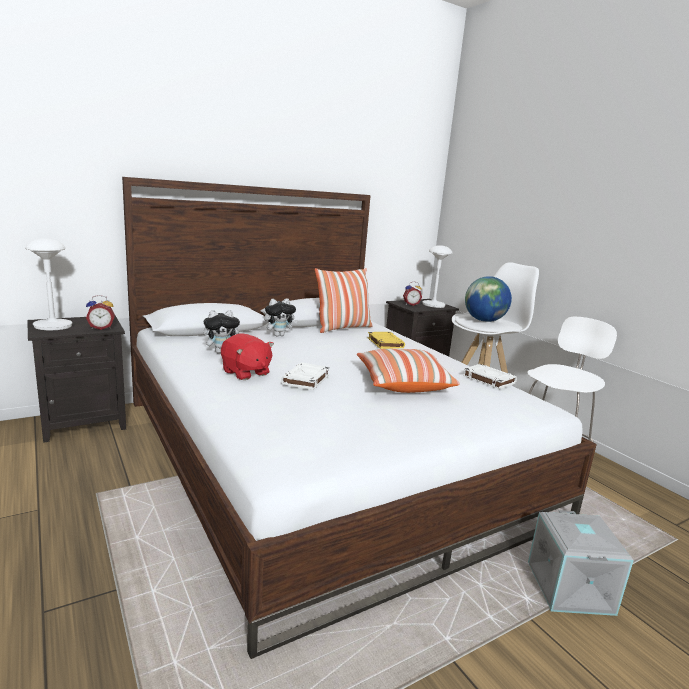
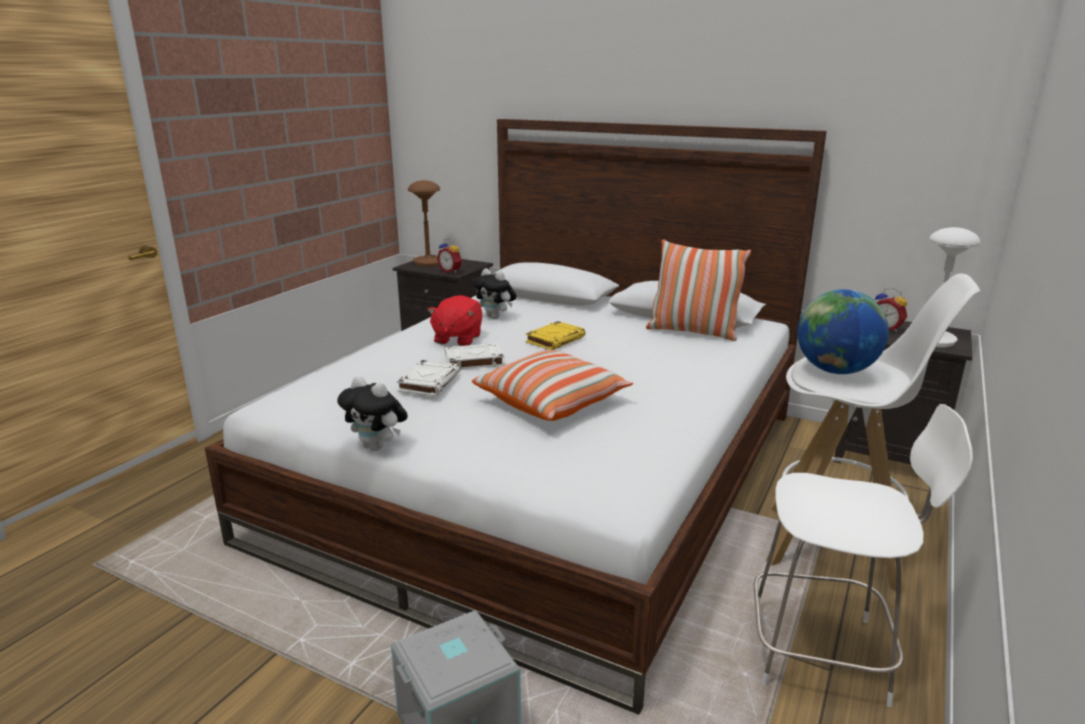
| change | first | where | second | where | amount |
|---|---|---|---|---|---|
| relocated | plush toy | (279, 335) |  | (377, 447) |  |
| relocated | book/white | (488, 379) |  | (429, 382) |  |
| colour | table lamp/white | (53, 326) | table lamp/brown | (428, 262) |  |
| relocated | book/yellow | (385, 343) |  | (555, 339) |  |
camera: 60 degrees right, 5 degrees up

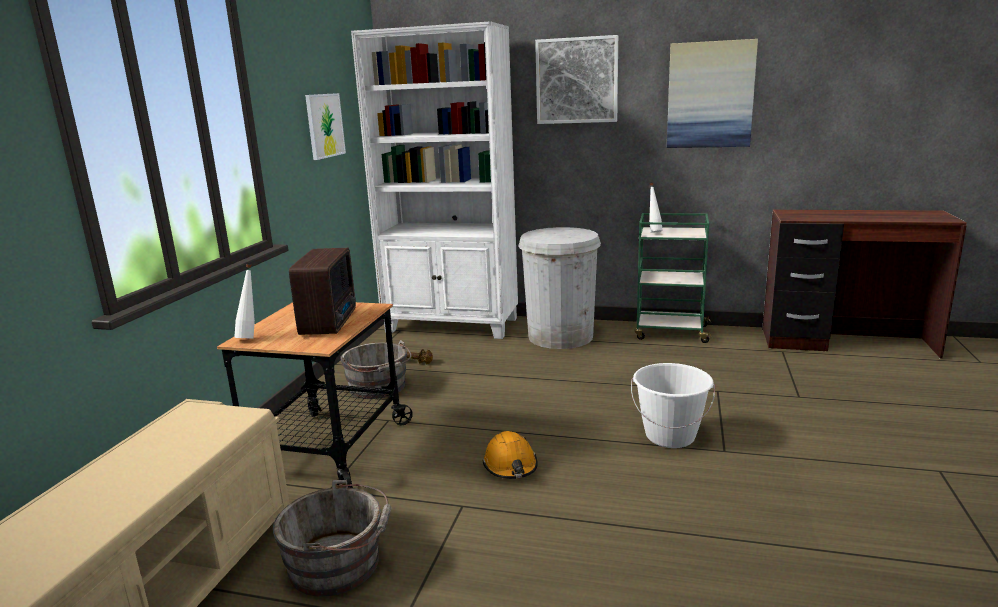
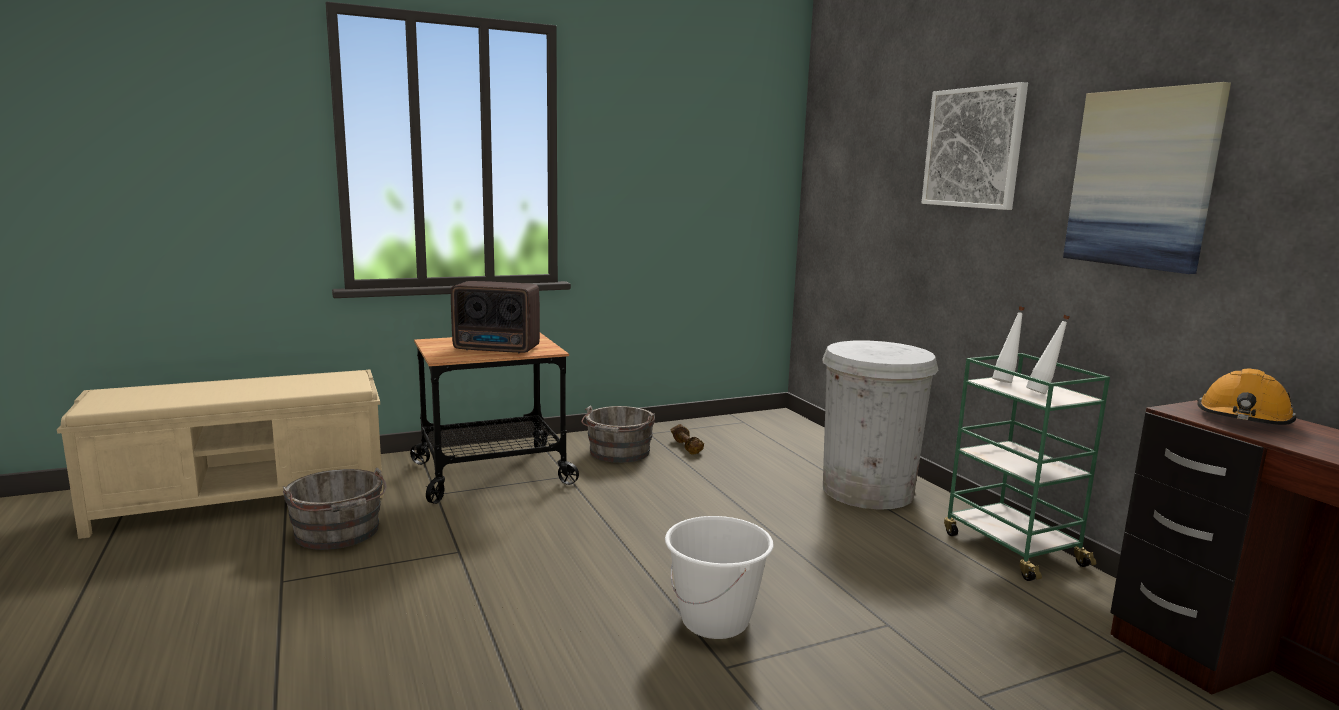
| change | first | where | second | where | amount |
|---|---|---|---|---|---|
| spun | radio | (331, 322) |  | (498, 349) | 45 degrees clockwise |
| relocated | bottle/white | (250, 337) |  | (1043, 393) |  |
| relocated | hard hat/orange | (510, 466) |  | (1243, 419) |  |
| missing | picture | (324, 125) |  |  |  |
| missing | bookcase/white | (452, 325) |  |  |  |
camera: 50 degrees right, 5 degrees down

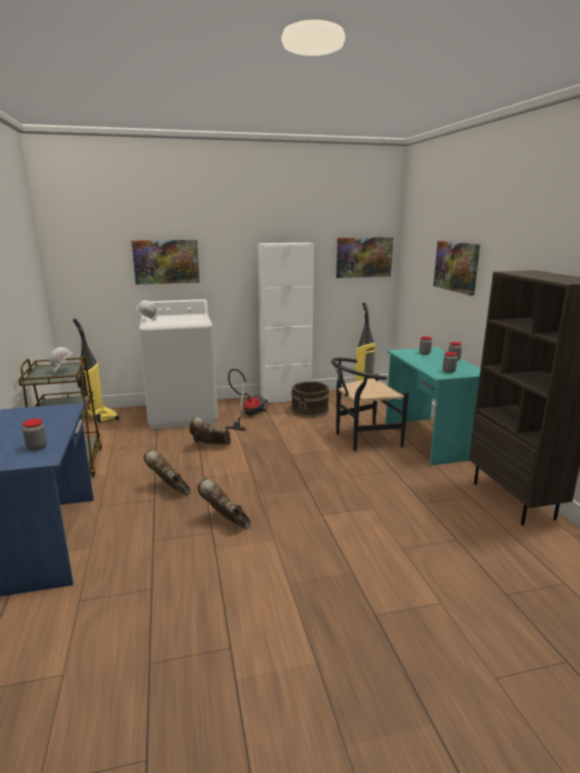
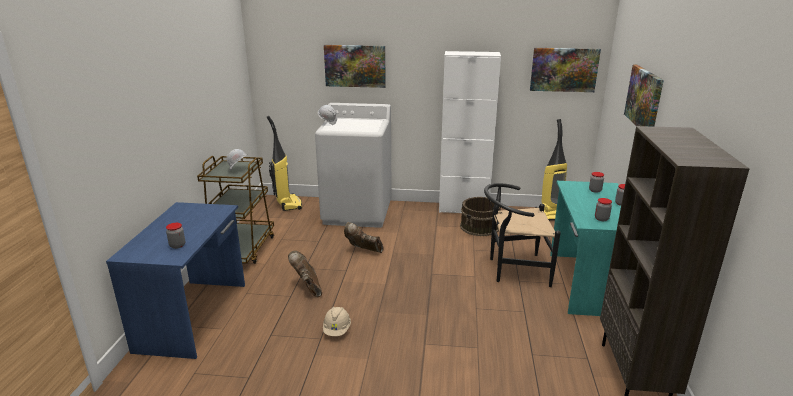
| change | first | where | second | where | amount |
|---|---|---|---|---|---|
| exchanged | boot/brown | (225, 521) | hard hat/beige | (337, 330) |  |
| missing | vacuum cleaner | (248, 415) |  |  |  |
camera: 20 degrees right, 5 degrees up

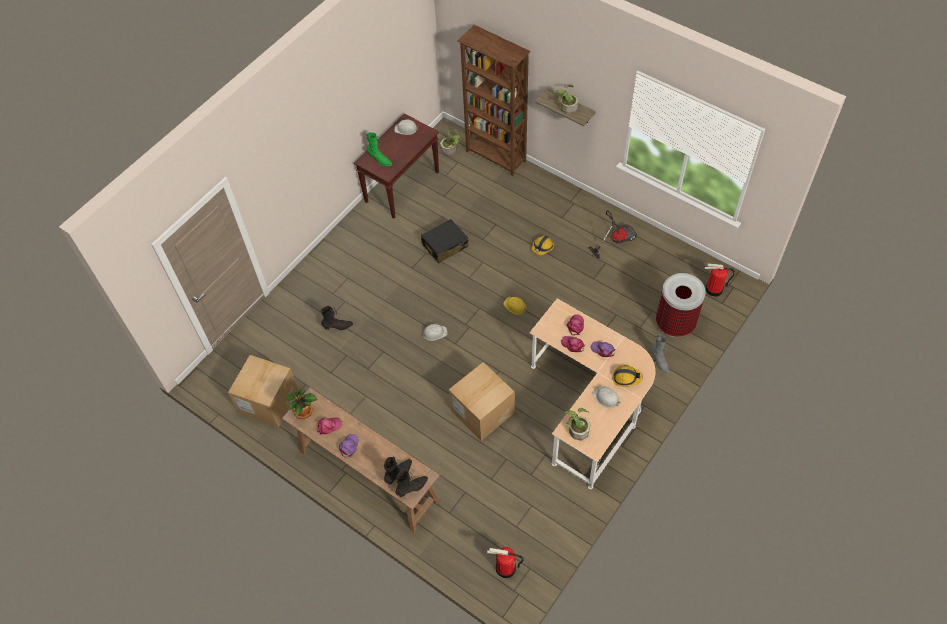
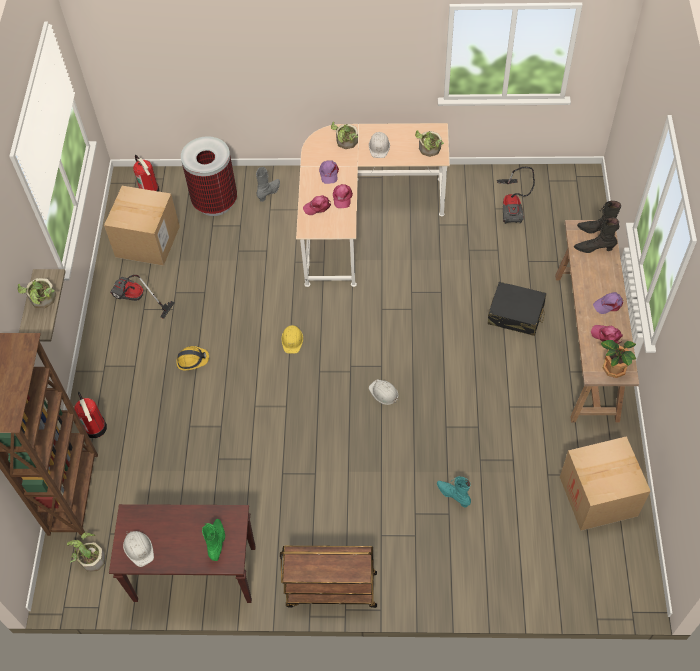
| change | first | where | second | where | amount |
|---|---|---|---|---|---|
| relocated | fire extinguisher | (505, 568) |  | (95, 428) |  |
| relocated | cardboard box | (482, 411) |  | (147, 241) |  |
| appeared |  |  | cart/brown | (330, 590) |  |
| exchanged | hard hat | (626, 378) | potted plant | (345, 143) |  |
| colour | boot/black | (338, 327) | boot/turquoise | (453, 495) |  |
| relocated | suitcase/black | (444, 245) |  | (516, 314) |  |
| appeared |  |  | vacuum cleaner | (512, 206) |  |
camera: 125 degrees left, 0 degrees up

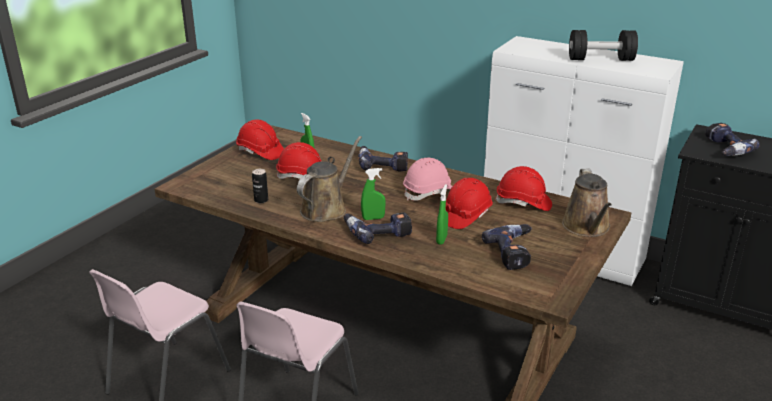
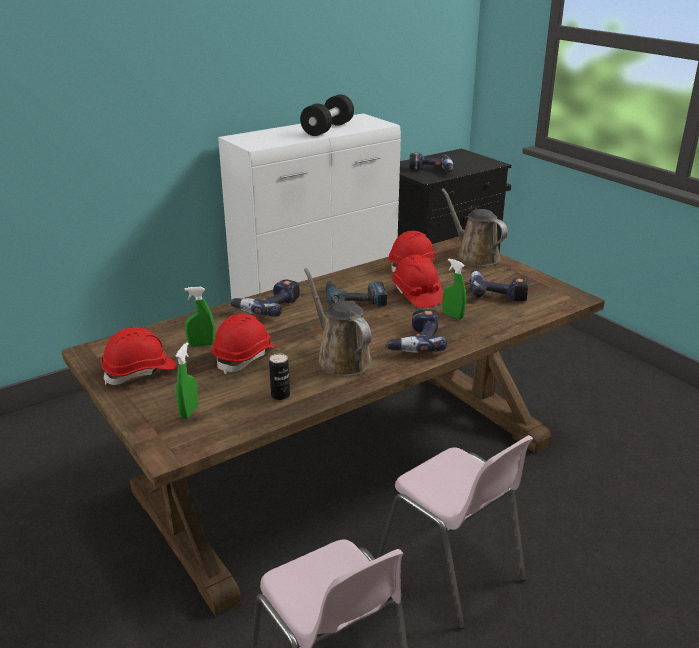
| change | first | where | second | where | amount |
|---|---|---|---|---|---|
| relocated | spray bottle/green | (373, 218) |  | (189, 412) |  |
| exchanged | hard hat/pink | (429, 192) | power drill | (354, 299) |  |
| spun | watering can/brown | (587, 228) |  | (474, 256) | 150 degrees counterclockwise |
camera: 65 degrees left, 0 degrees up

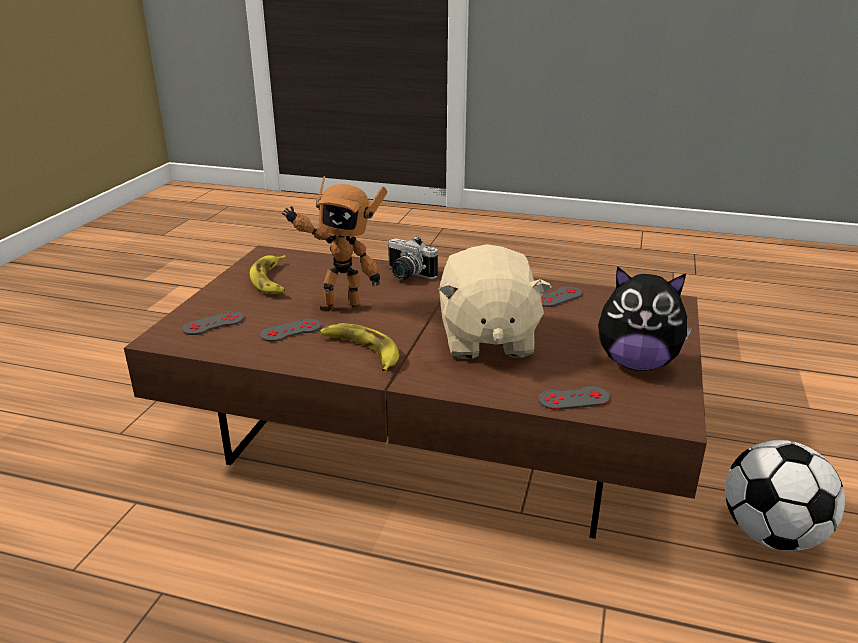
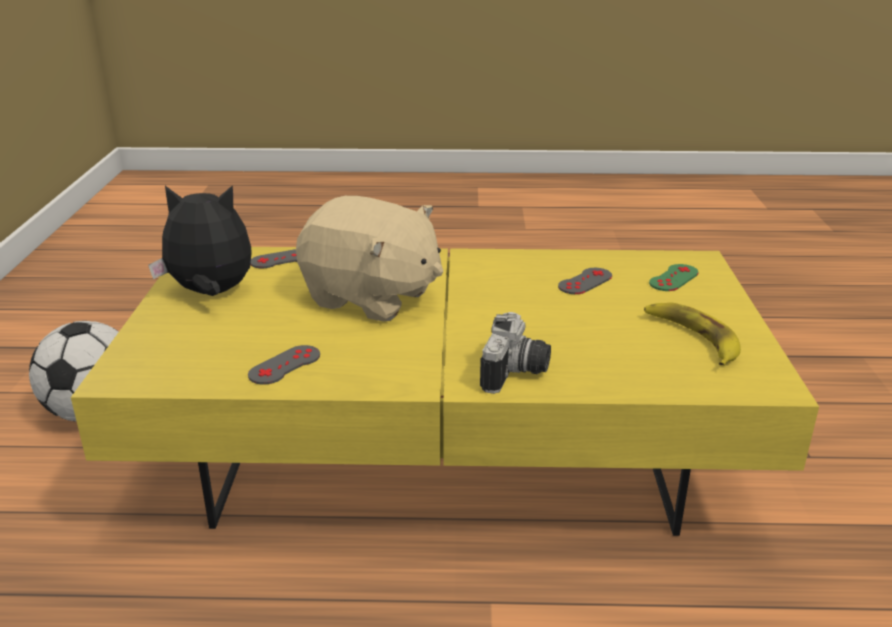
| change | first | where | second | where | amount |
|---|---|---|---|---|---|
| colour | coffee table/brown | (430, 435) | coffee table/yellow | (444, 453) |  |
| spun | plush toy/beige | (486, 339) |  | (371, 298) | 135 degrees clockwise |
| spun | photo camera | (406, 275) |  | (517, 373) | 90 degrees clockwise |
| colour | game controller/grey | (213, 324) | game controller/green | (673, 278) |  |
| missing | toy robot | (339, 304) |  |  |  |
| missing | banana | (361, 351) |  |  |  |
camera: 165 degrees right, 0 degrees up

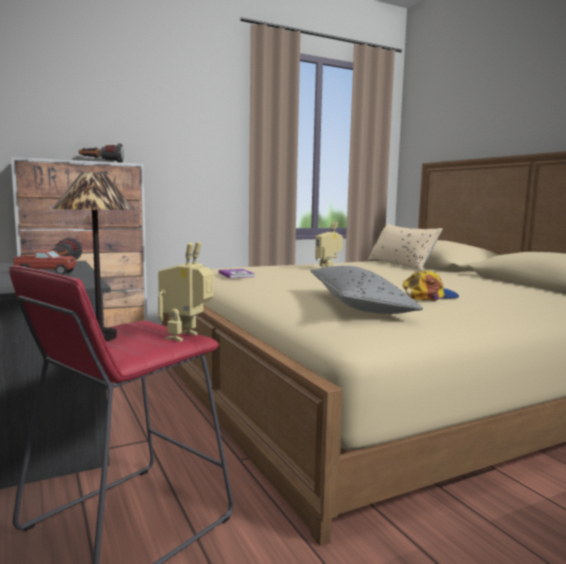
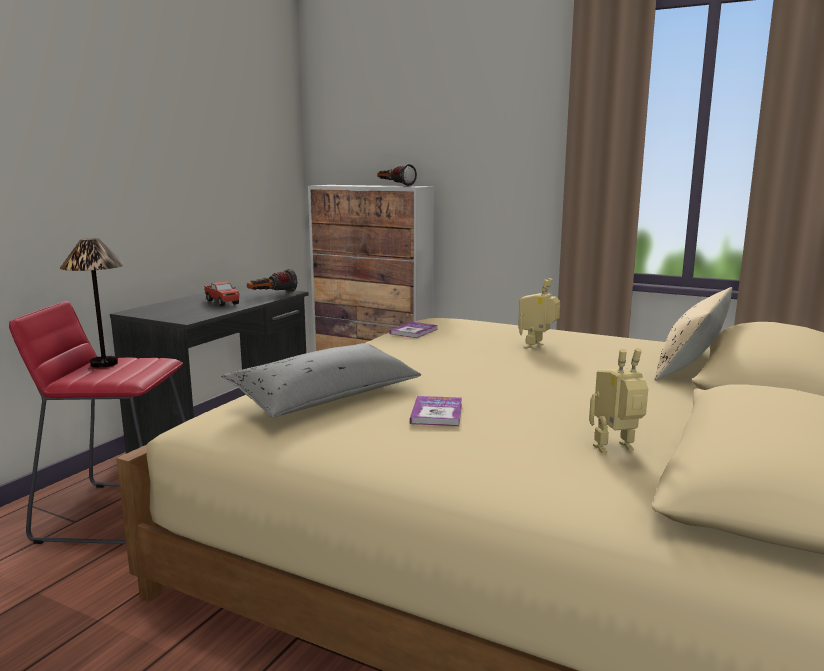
| change | first | where | second | where | amount |
|---|---|---|---|---|---|
| exchanged | cap | (429, 296) | book | (437, 413) |  |
| relocated | toy robot | (186, 337) |  | (616, 450) |  |
camera: 55 degrees right, 5 degrees up

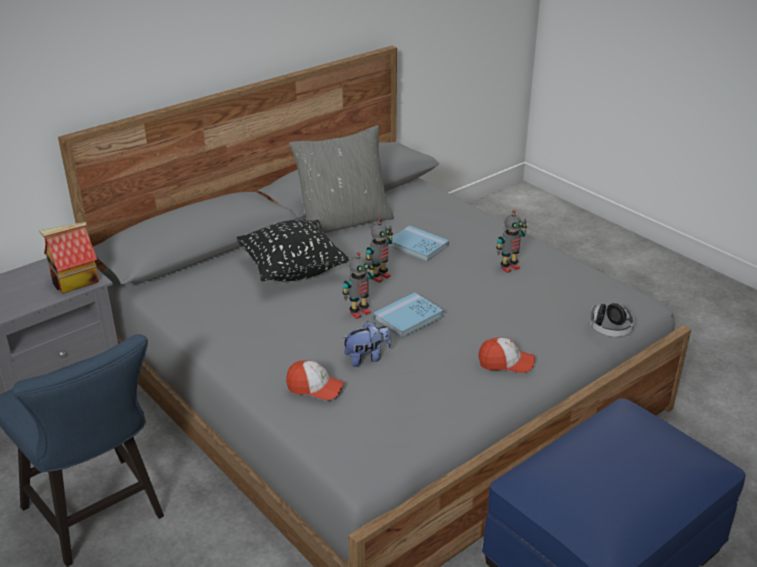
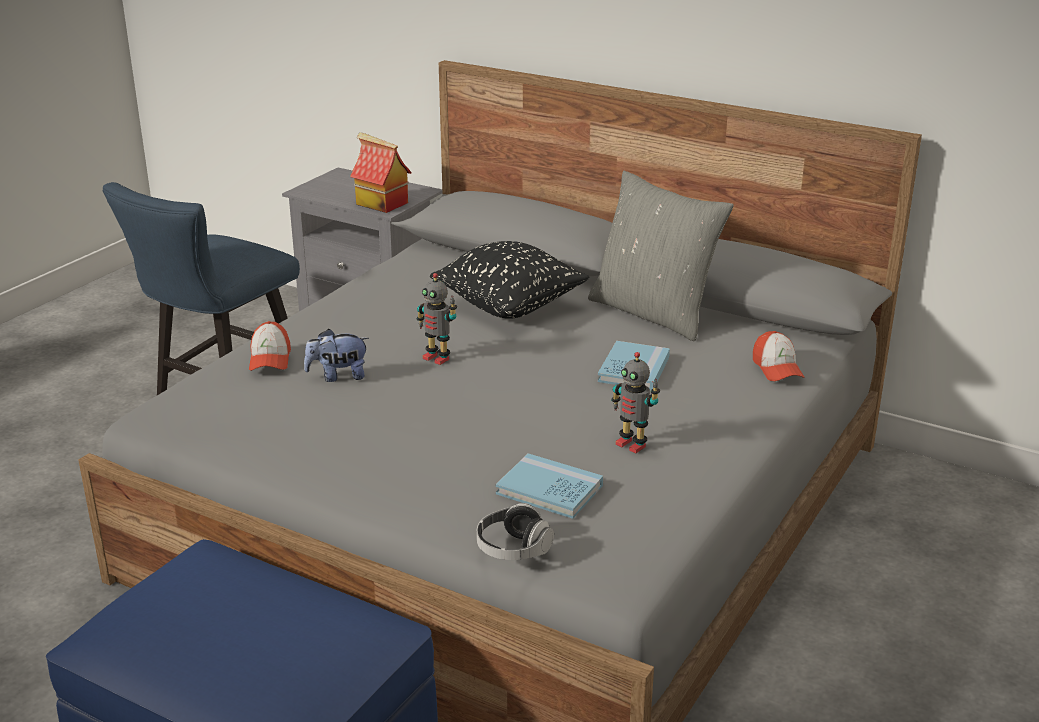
| change | first | where | second | where | amount |
|---|---|---|---|---|---|
| spun | plush toy | (367, 358) |  | (338, 376) | 120 degrees clockwise |
| relocated | book/blue | (408, 317) |  | (549, 490) |  |
| relocated | cap | (505, 363) |  | (777, 368) |  |
| missing | toy robot | (379, 277) |  |  |  |
camera: 70 degrees right, 5 degrees down

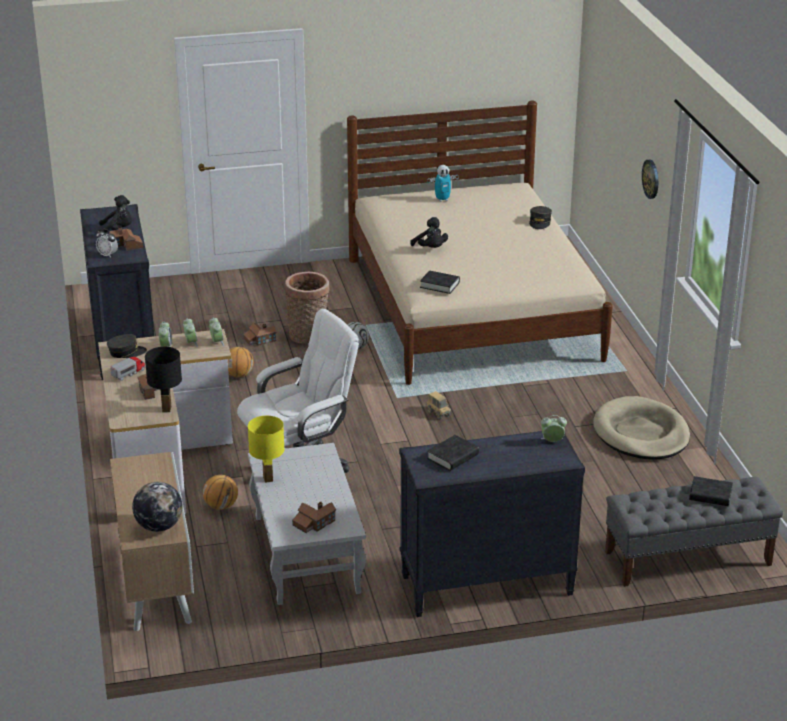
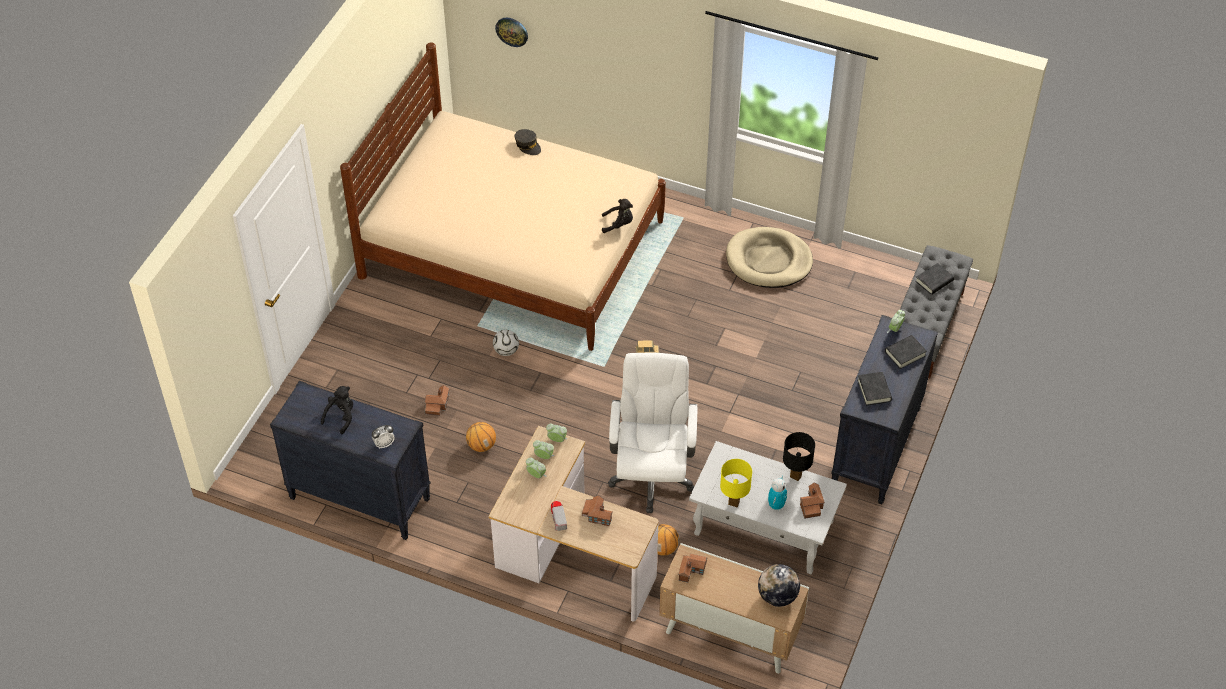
| change | first | where | second | where | amount |
|---|---|---|---|---|---|
| relocated | wall clock | (651, 179) |  | (512, 31) |  |
| relocated | plush toy/black | (430, 248) |  | (619, 224) |  |
| relocated | toy house | (126, 245) |  | (692, 570) |  |
| relocated | toy robot | (442, 200) |  | (776, 505) |  |
| relocated | table lamp/black | (166, 409) |  | (795, 476) |  |
| relocated | book/black | (439, 285) |  | (905, 354) |  |
| missing | cap/grey | (126, 352) |  |  |  |
| missing | basket | (308, 335) |  |  |  |
camera: 55 degrees left, 20 degrees up

